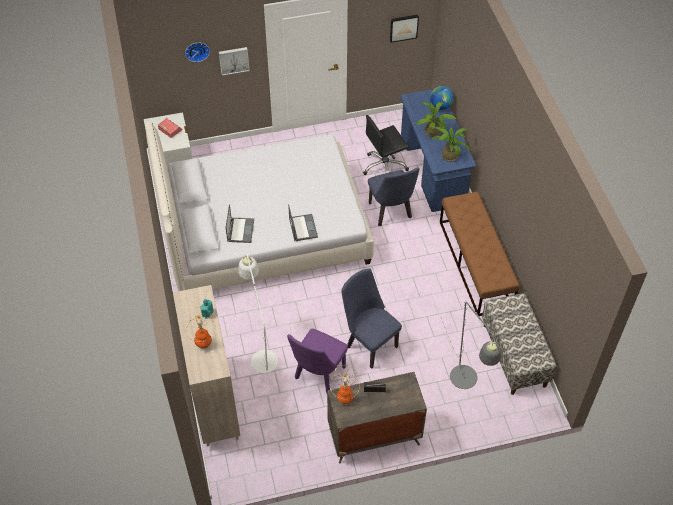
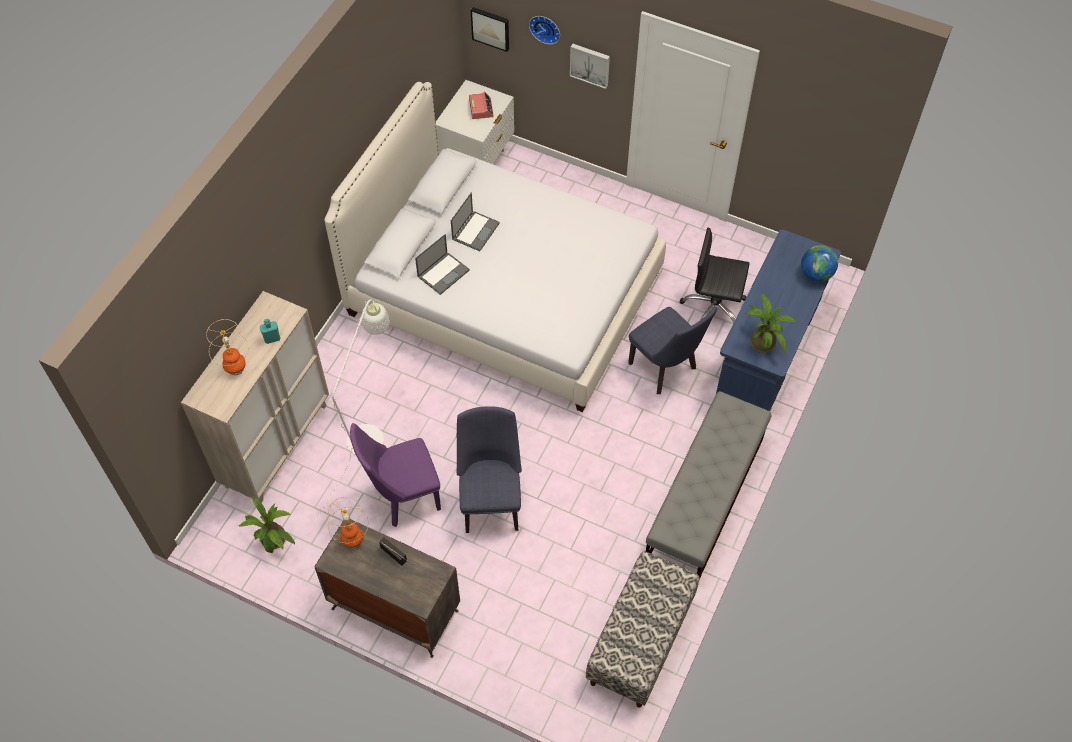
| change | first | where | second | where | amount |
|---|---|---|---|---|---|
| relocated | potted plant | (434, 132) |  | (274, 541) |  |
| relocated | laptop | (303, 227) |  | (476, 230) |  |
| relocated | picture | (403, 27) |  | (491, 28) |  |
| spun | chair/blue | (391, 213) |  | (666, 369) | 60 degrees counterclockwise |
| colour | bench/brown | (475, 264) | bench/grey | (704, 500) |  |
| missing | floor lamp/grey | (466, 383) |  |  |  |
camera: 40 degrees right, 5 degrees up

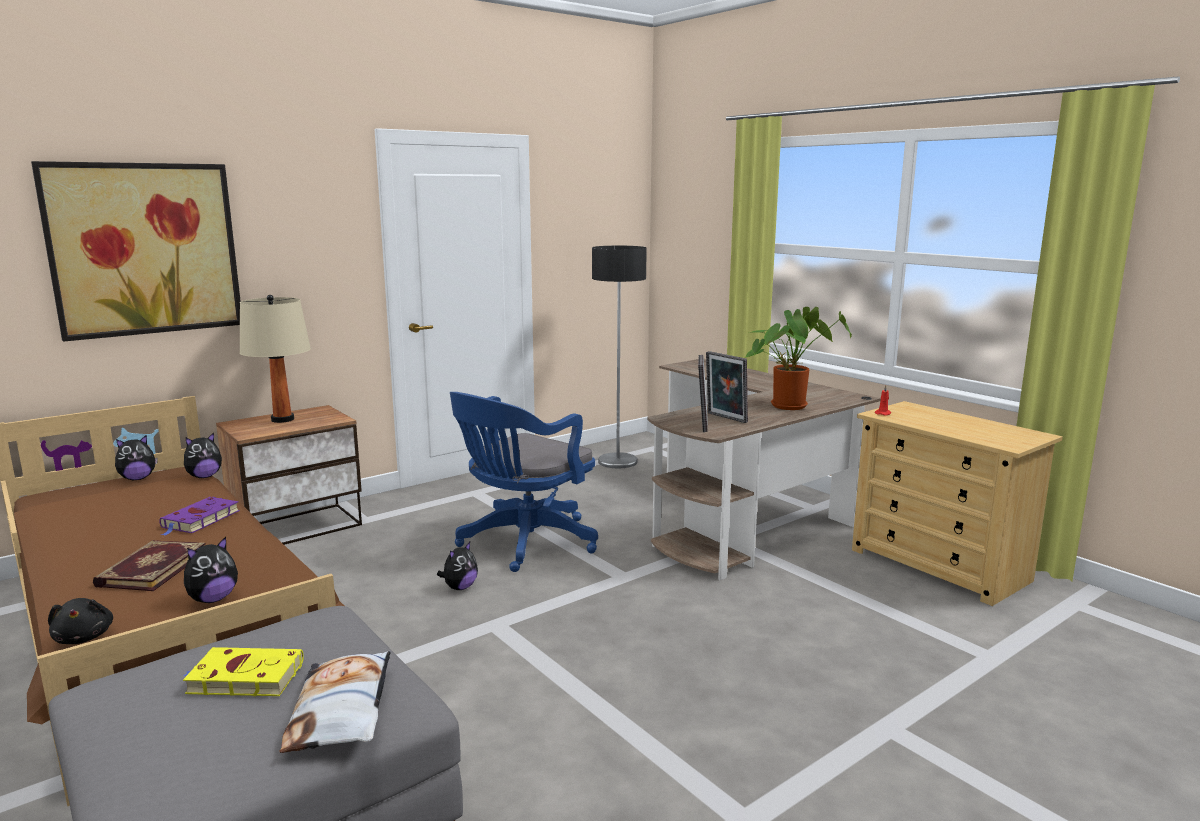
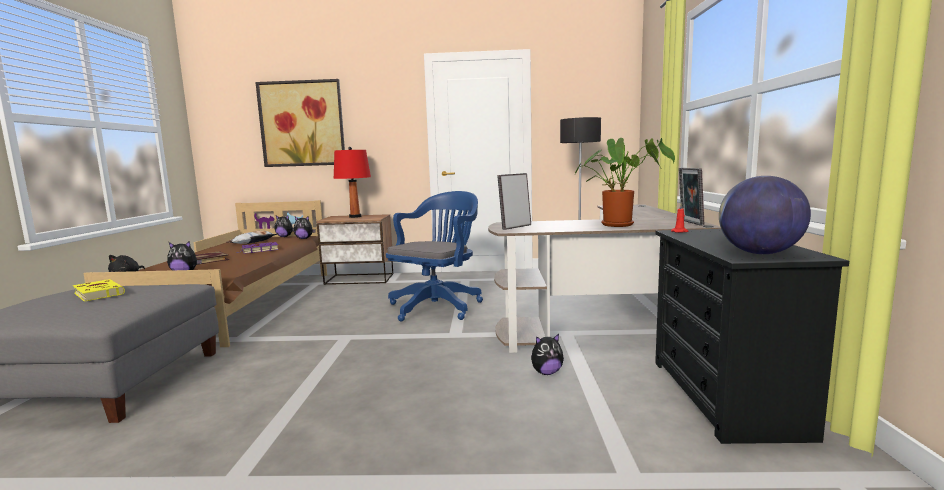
| change | first | where | second | where | amount |
|---|---|---|---|---|---|
| relocated | pillow | (342, 711) |  | (252, 242) |  |
| colour | table lamp/beige | (282, 419) | table lamp/red | (355, 216) |  |
| spun | office chair/blue | (523, 543) |  | (438, 306) | 135 degrees clockwise |
| relocated | plush toy | (459, 587) |  | (546, 372) |  |
| colour | dresser/beige | (939, 565) | dresser/black | (725, 396) |  |
| relocated | picture frame | (725, 418) |  | (689, 222) |  |
| appeared |  |  | globe | (759, 253) |  |
camera: 40 degrees right, 5 degrees down

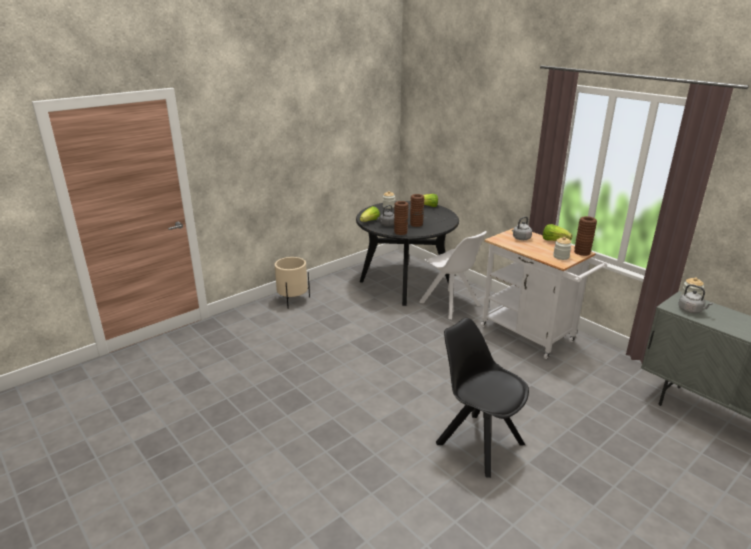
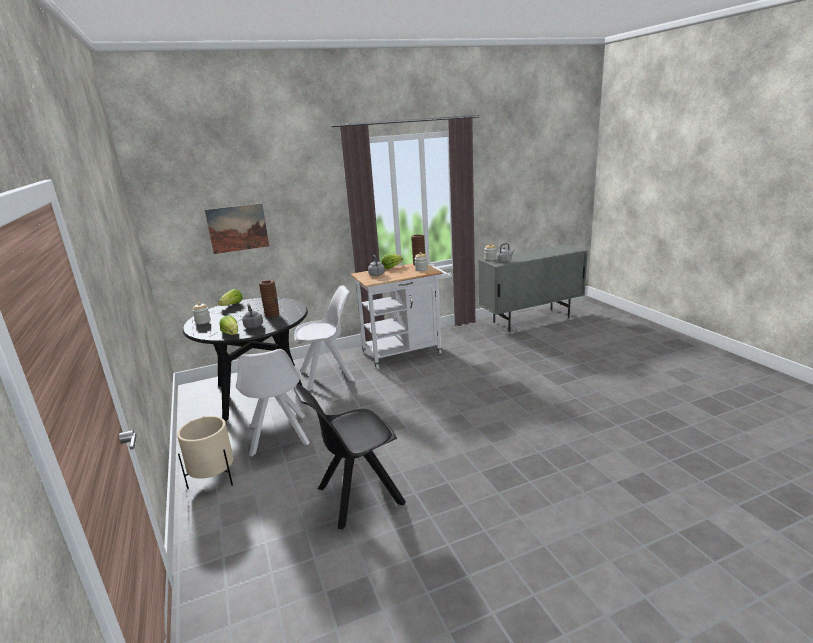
| change | first | where | second | where | amount |
|---|---|---|---|---|---|
| appeared |  |  | picture | (237, 228) |  |
| appeared |  |  | chair/white | (278, 436) |  |
| relocated | chair/black | (478, 442) |  | (357, 496) |  |
| missing | vase/brown | (400, 232) |  |  |  |
camera: 70 degrees left, 5 degrees down

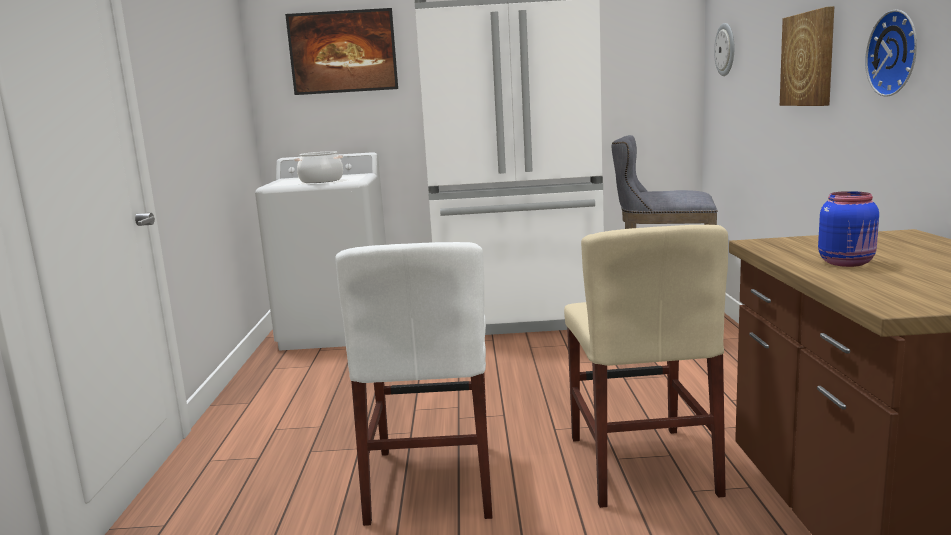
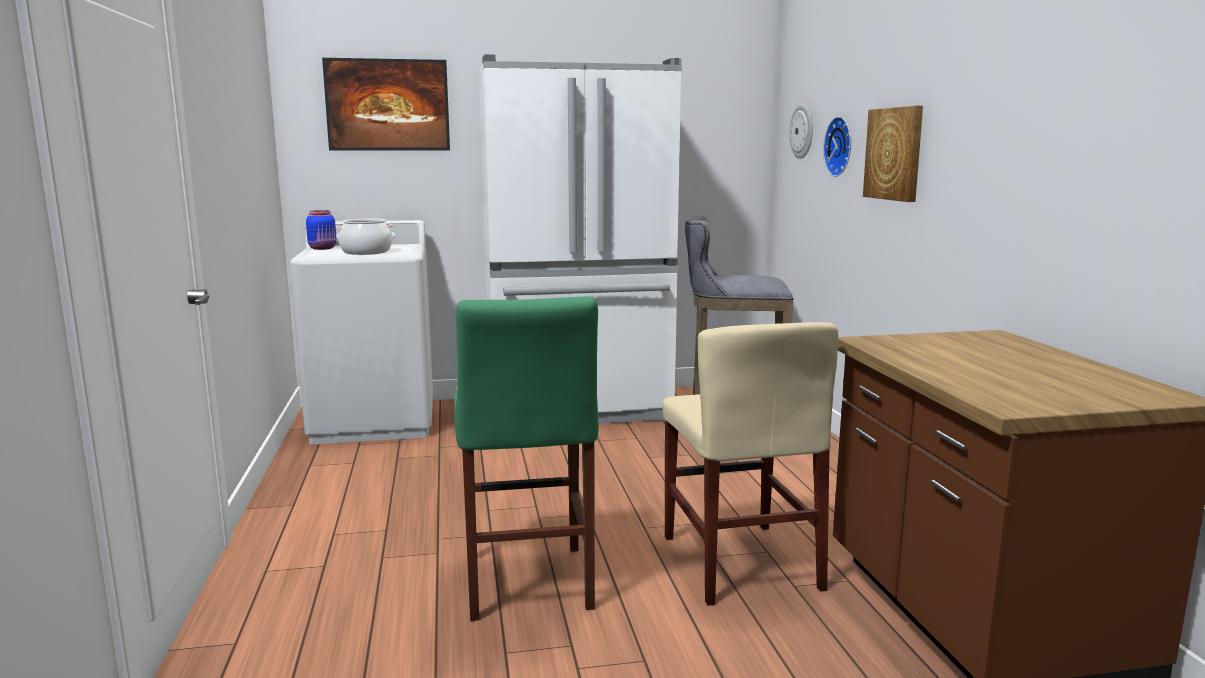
| change | first | where | second | where | amount |
|---|---|---|---|---|---|
| relocated | jar/blue | (847, 263) |  | (323, 248) |  |
| exchanged | chair/white | (431, 482) | stool/green | (527, 586) |  |
| relocated | wall clock | (897, 53) |  | (841, 146) |  |
camera: 10 degrees left, 0 degrees up

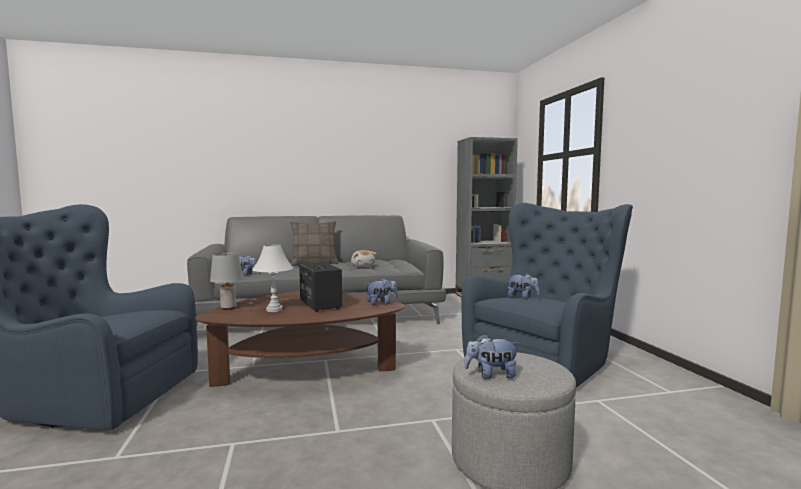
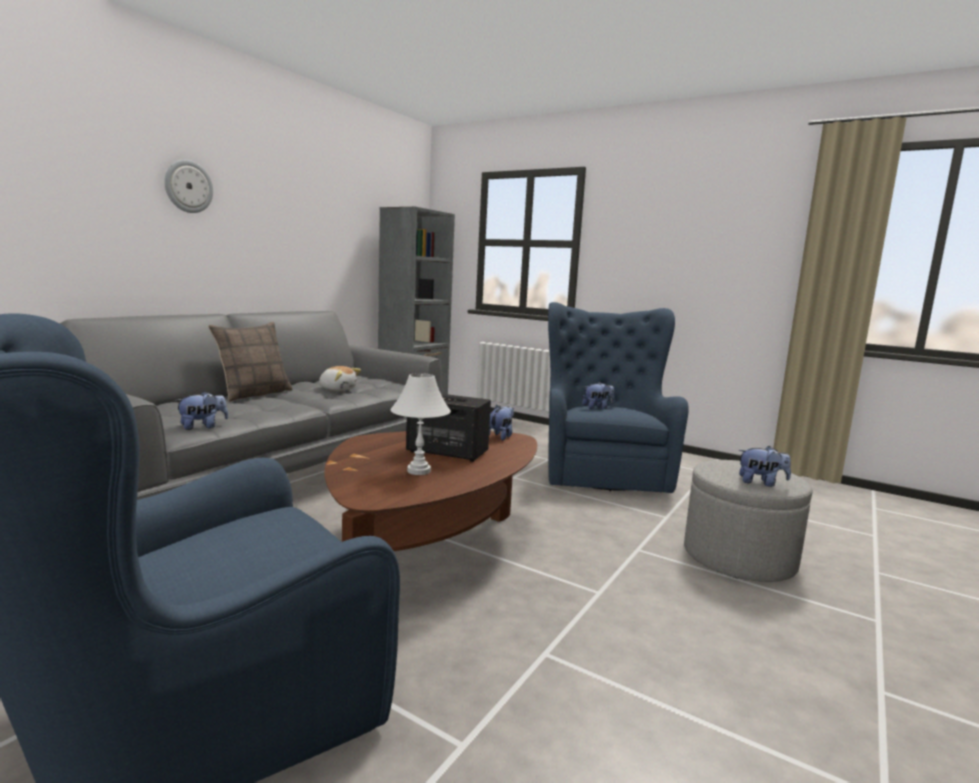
| change | first | where | second | where | amount |
|---|---|---|---|---|---|
| appeared |  |  | wall clock | (188, 186) |  |
| spun | plush toy | (491, 375) |  | (761, 483) | 120 degrees counterclockwise |
| missing | table lamp/grey | (228, 308) |  |  |  |
camera: 45 degrees left, 5 degrees up

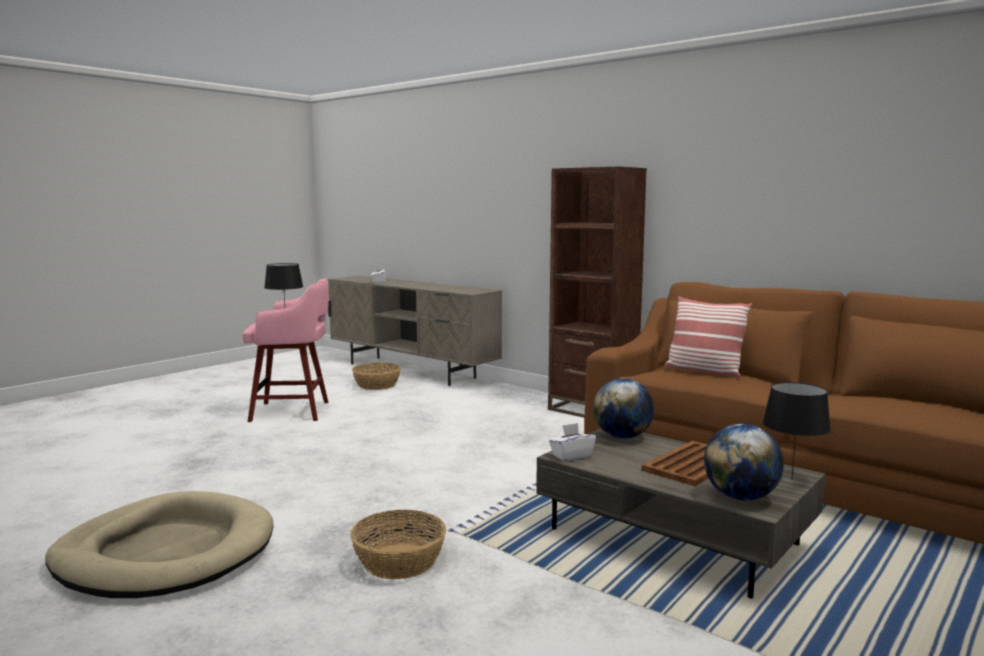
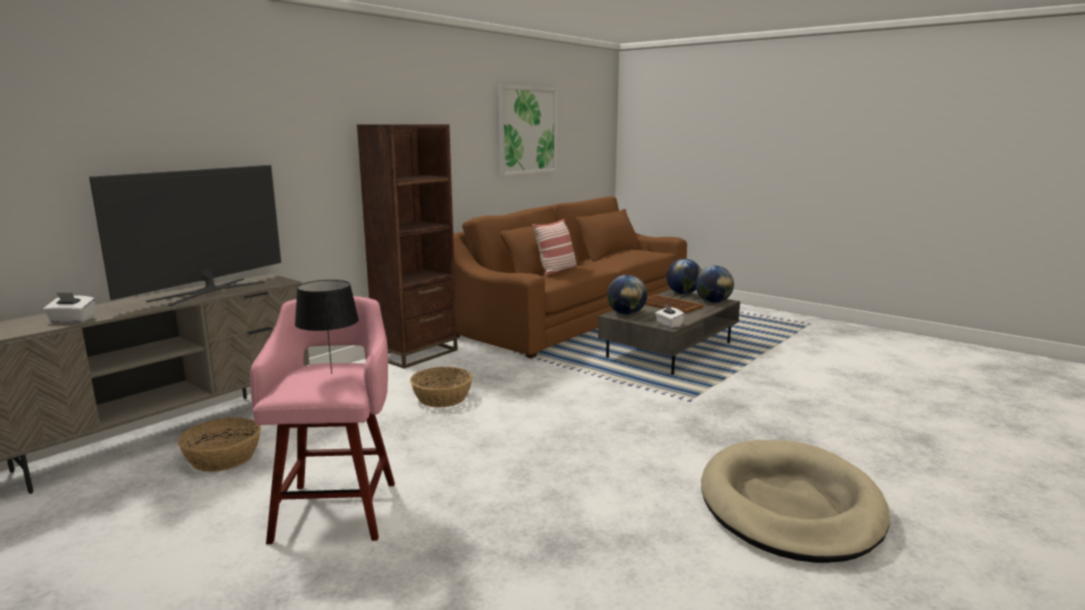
| change | first | where | second | where | amount |
|---|---|---|---|---|---|
| appeared |  |  | television | (209, 291) |  |
| relocated | basket | (399, 562) |  | (442, 398) |  |
| appeared |  |  | picture | (527, 130) |  |
| exchanged | table lamp/black | (792, 479) | globe | (683, 293) |  |
camera: 90 degrees left, 5 degrees up

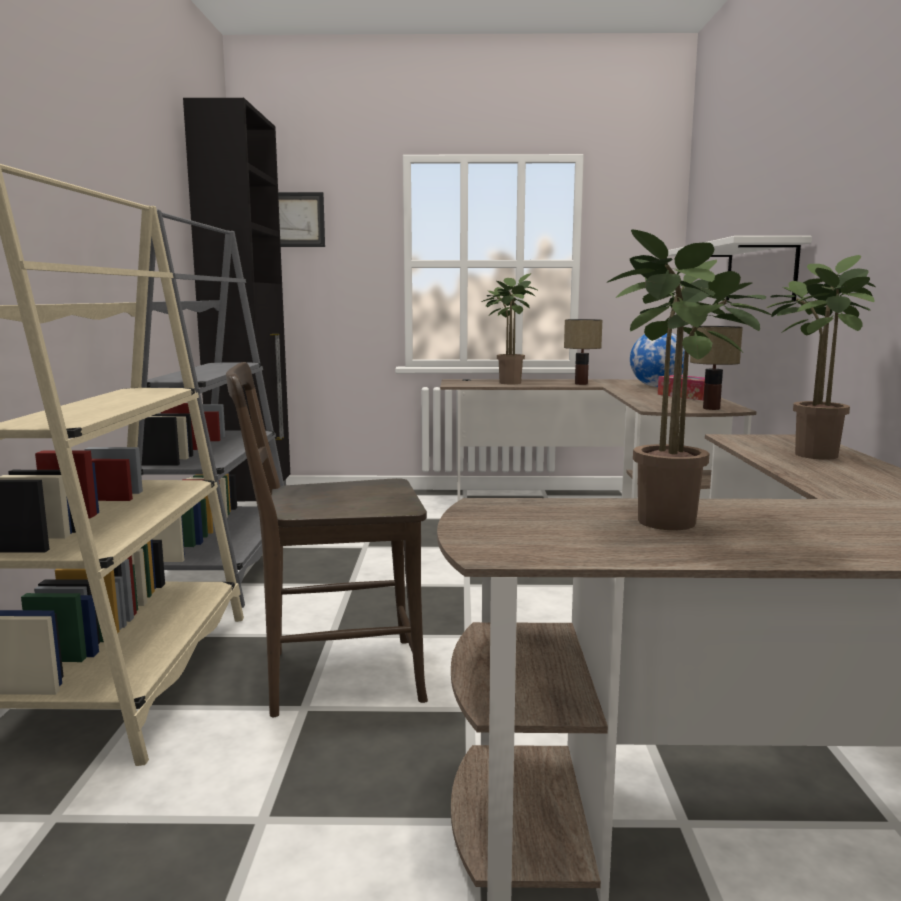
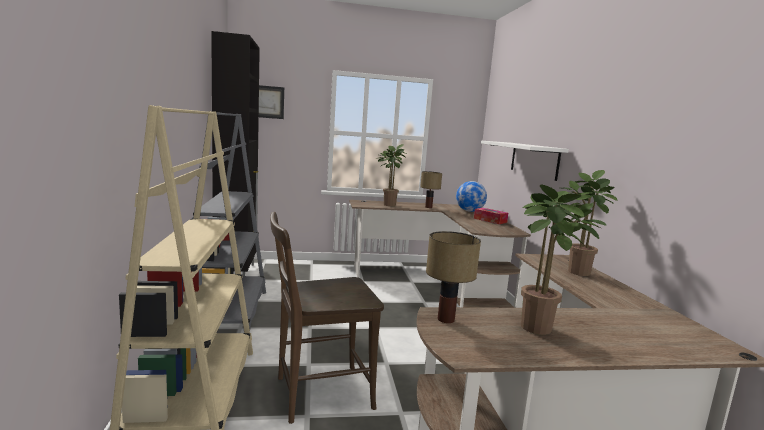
| change | first | where | second | where | amount |
|---|---|---|---|---|---|
| relocated | table lamp | (712, 408) |  | (446, 319) |  |
camera: 10 degrees left, 0 degrees up

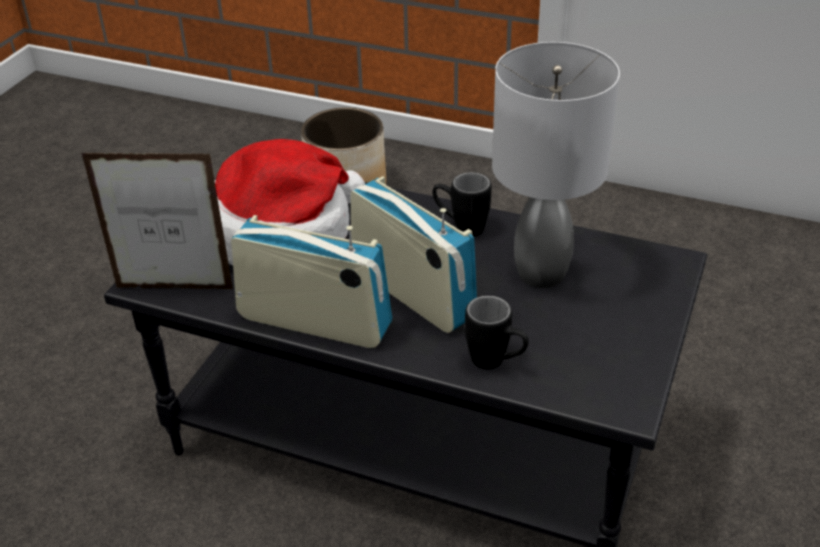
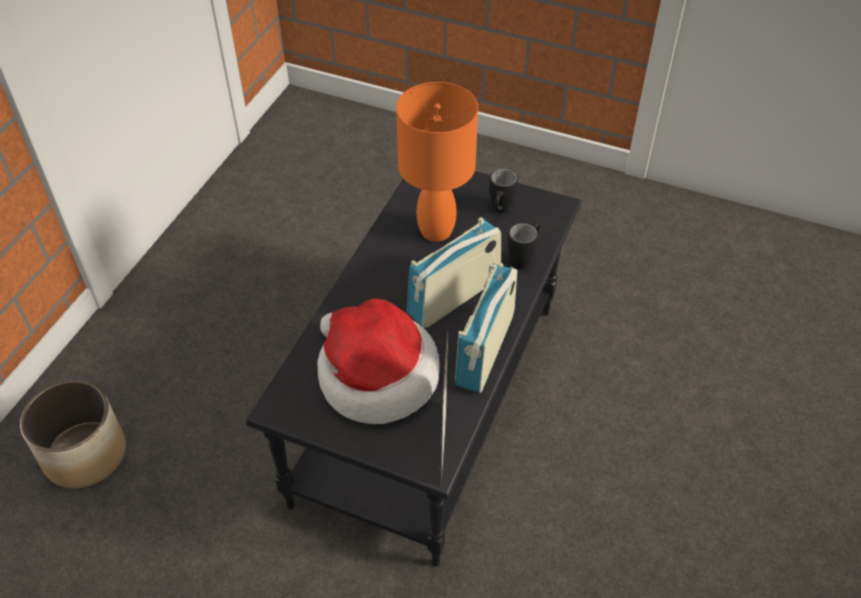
| change | first | where | second | where | amount |
|---|---|---|---|---|---|
| colour | table lamp/grey | (539, 273) | table lamp/orange | (435, 231) |  |
| relocated | mug/black | (461, 227) |  | (500, 211) |  |
camera: 90 degrees left, 10 degrees up

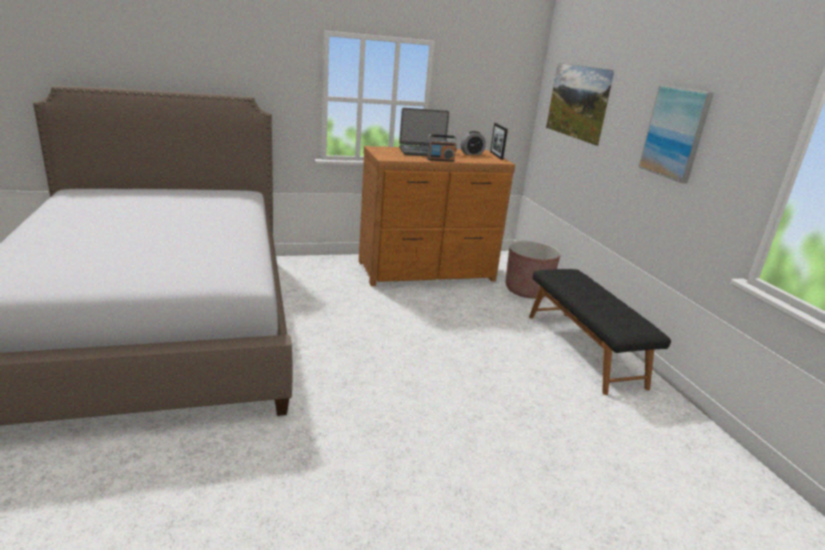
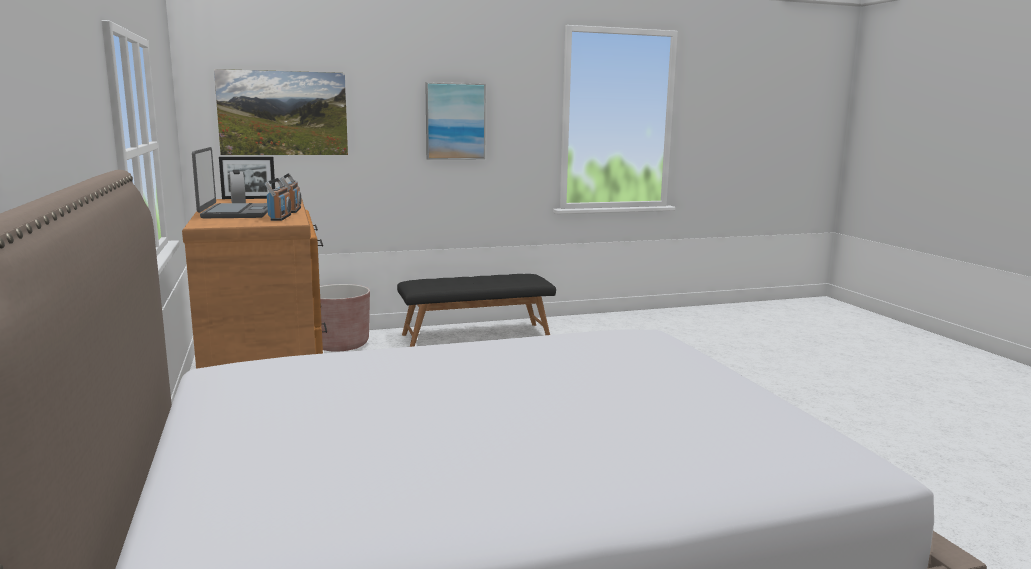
| change | first | where | second | where | amount |
|---|---|---|---|---|---|
| appeared |  |  | radio | (280, 217) |  |
camera: 90 degrees left, 10 degrees down

